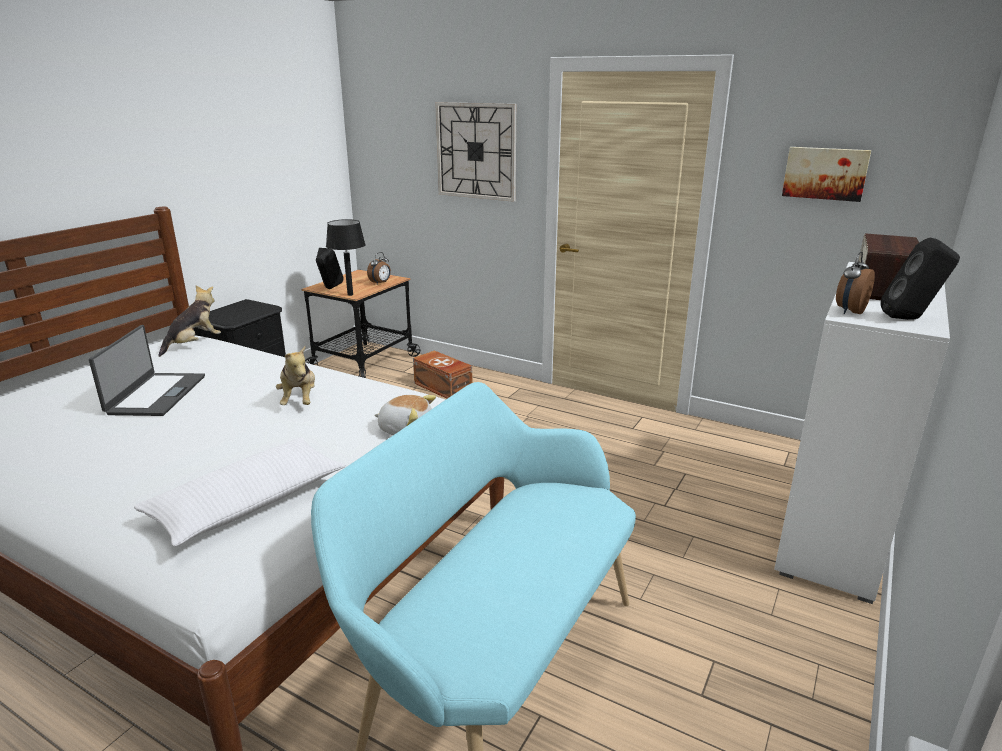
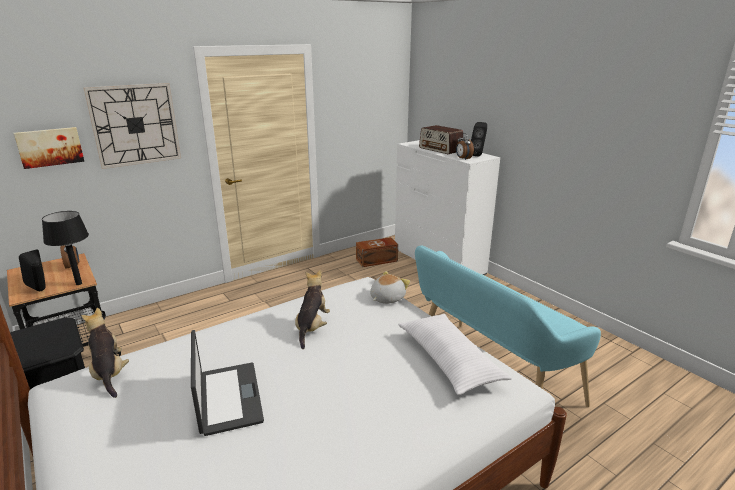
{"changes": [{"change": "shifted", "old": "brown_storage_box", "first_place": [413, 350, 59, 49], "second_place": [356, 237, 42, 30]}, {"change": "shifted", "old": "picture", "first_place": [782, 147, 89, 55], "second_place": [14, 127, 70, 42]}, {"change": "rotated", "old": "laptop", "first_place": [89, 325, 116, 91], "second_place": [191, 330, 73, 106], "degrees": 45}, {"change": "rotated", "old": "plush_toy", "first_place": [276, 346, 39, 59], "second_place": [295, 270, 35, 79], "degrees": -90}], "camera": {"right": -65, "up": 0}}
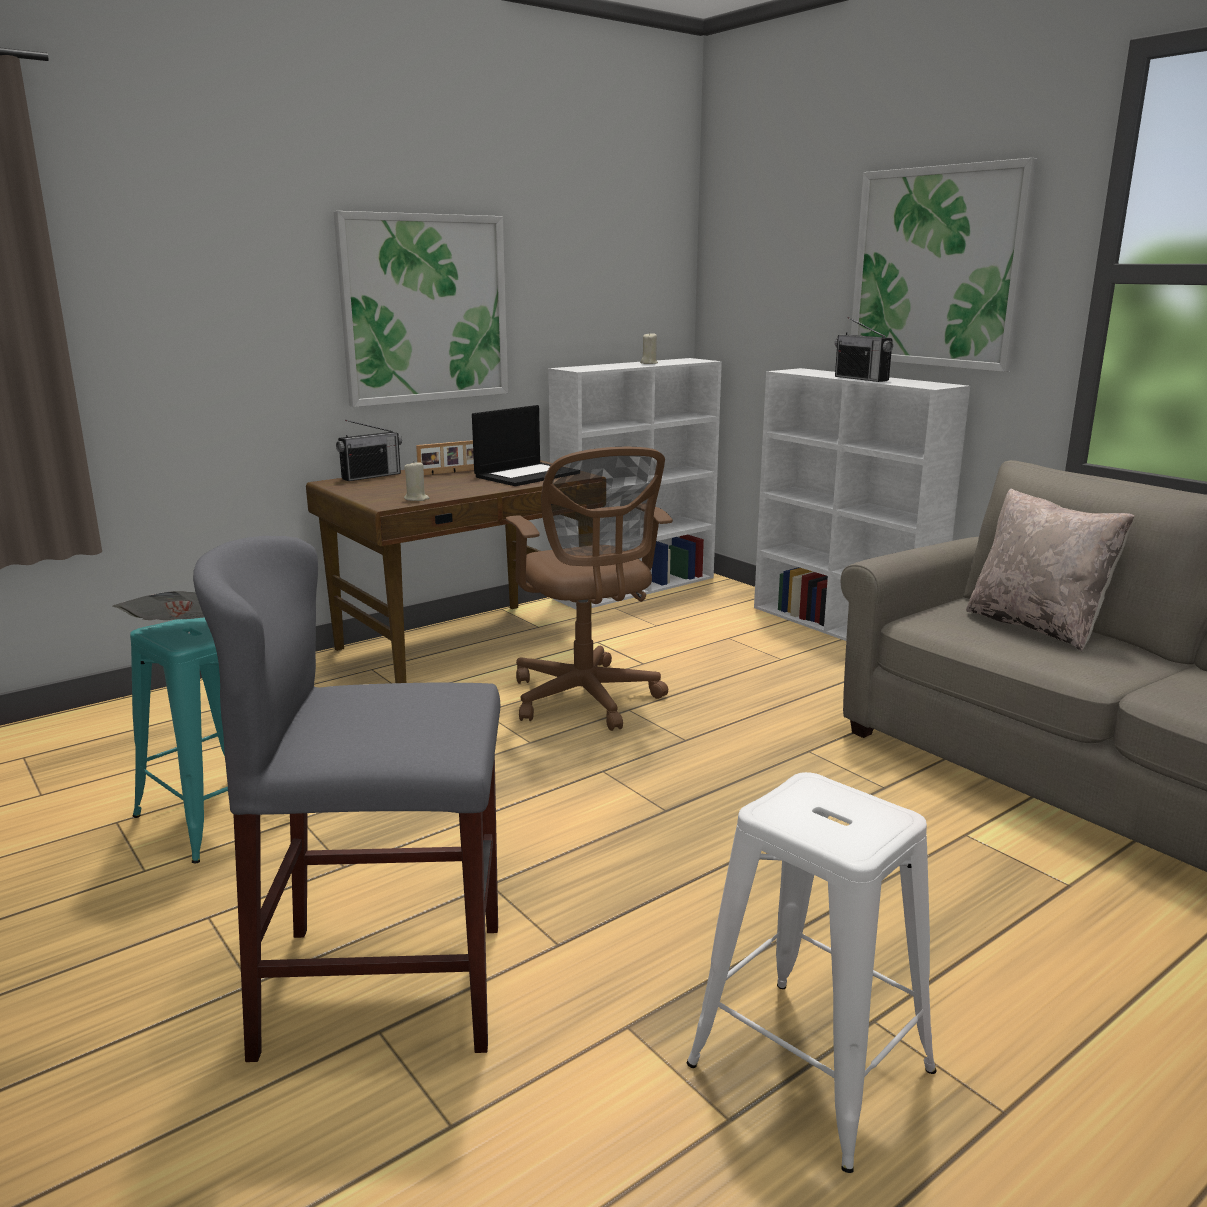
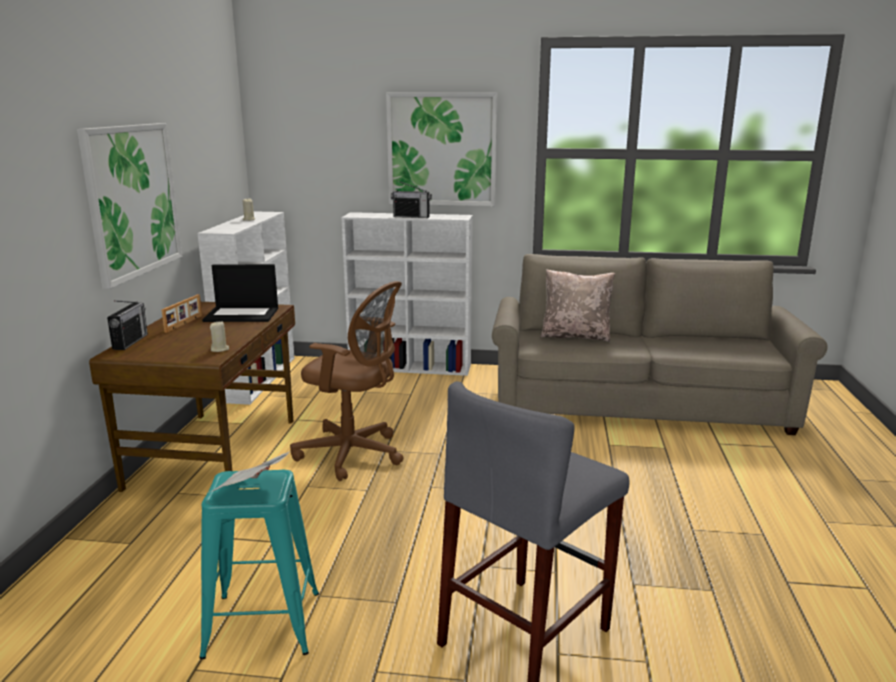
{"changes": [{"change": "gone", "old": "white_stool", "first_place": [687, 772, 250, 401]}, {"change": "rotated", "old": "laptop", "first_place": [472, 405, 96, 81], "second_place": [202, 264, 76, 58], "degrees": 90}], "camera": {"right": -45, "up": 0}}
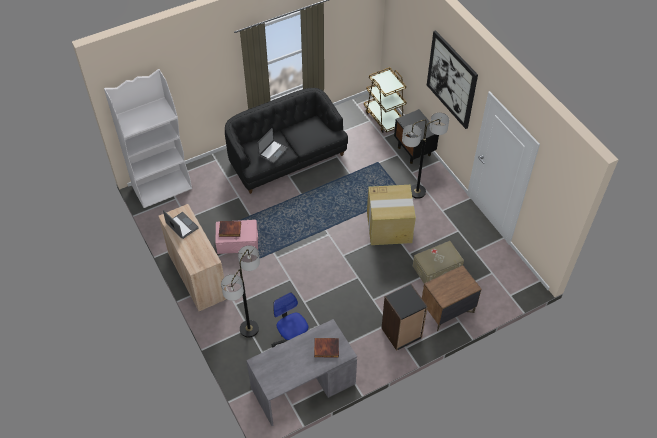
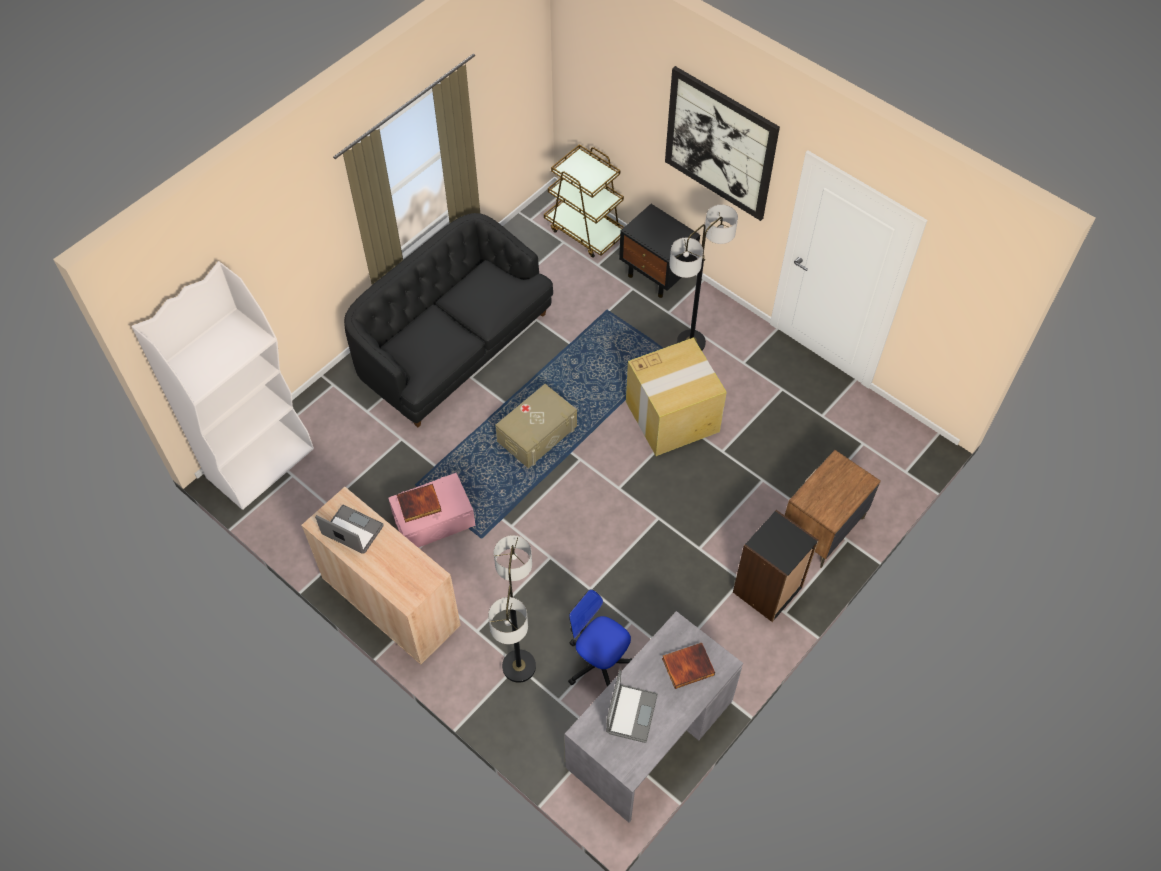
{"changes": [{"change": "shifted", "old": "laptop", "first_place": [258, 128, 30, 35], "second_place": [606, 670, 52, 73]}, {"change": "shifted", "old": "beige_storage_box", "first_place": [413, 241, 51, 42], "second_place": [495, 384, 82, 84]}], "camera": {"right": -20, "up": 5}}
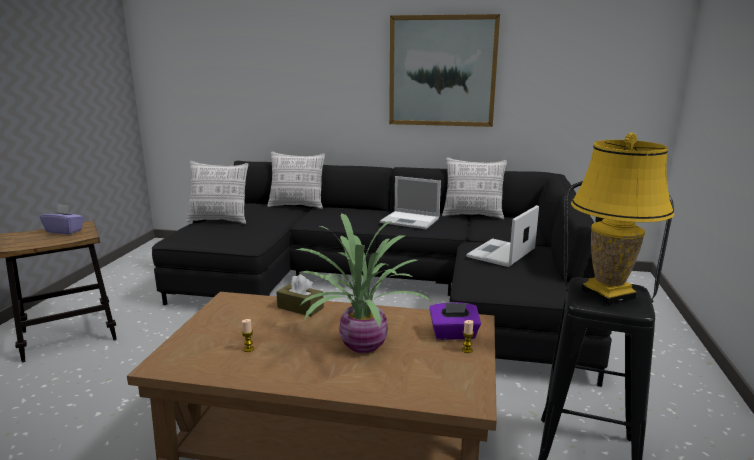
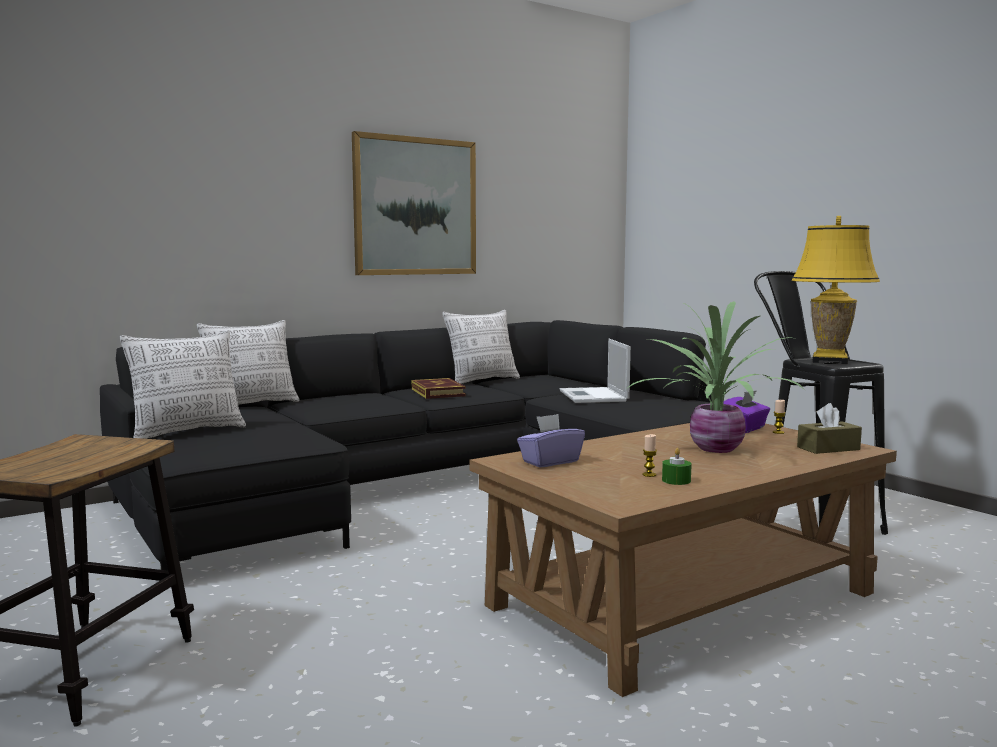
{"changes": [{"change": "new", "new": "green_candle", "second_place": [662, 448, 30, 37]}, {"change": "shifted", "old": "purple_tissue_box", "first_place": [40, 204, 44, 30], "second_place": [517, 414, 68, 54]}, {"change": "shifted", "old": "brown_tissue_box", "first_place": [276, 274, 48, 43], "second_place": [797, 403, 65, 51]}, {"change": "swapped", "old": "laptop", "new": "book", "first_place": [380, 176, 61, 53], "second_place": [412, 378, 54, 21]}], "camera": {"right": -45, "up": -10}}
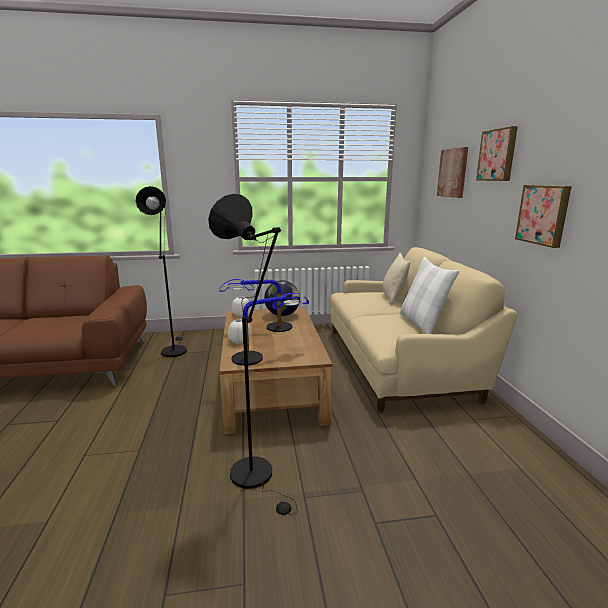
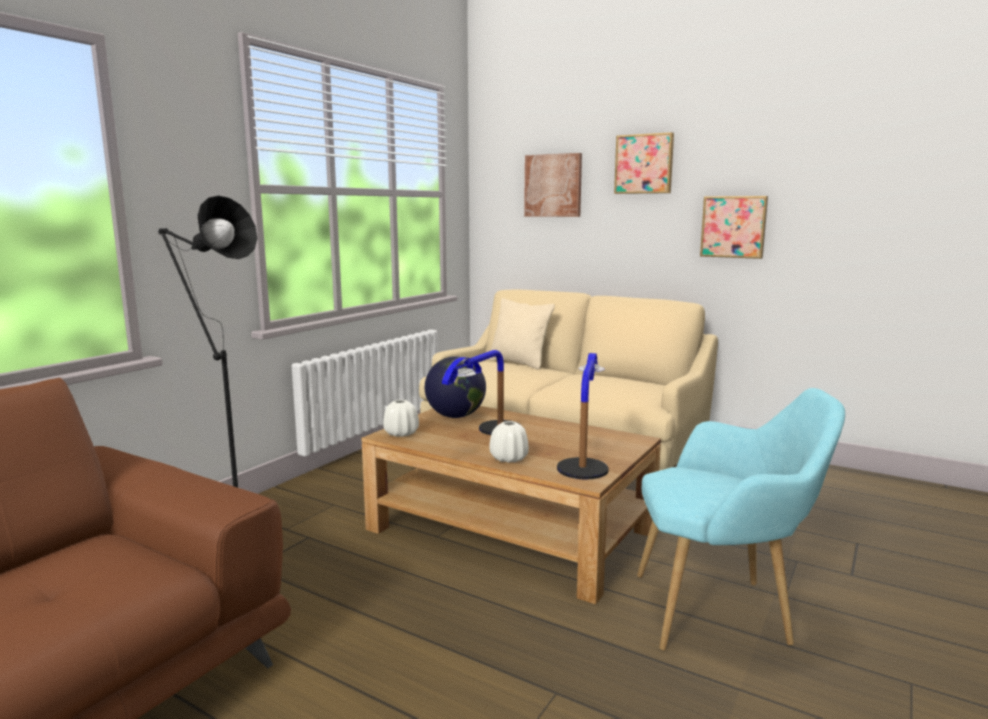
{"changes": [{"change": "gone", "old": "white_pillow", "first_place": [400, 257, 59, 77]}, {"change": "swapped", "old": "black_floor_lamp", "new": "turquoise_armchair", "first_place": [208, 194, 90, 321], "second_place": [637, 388, 208, 263]}], "camera": {"right": -50, "up": -5}}
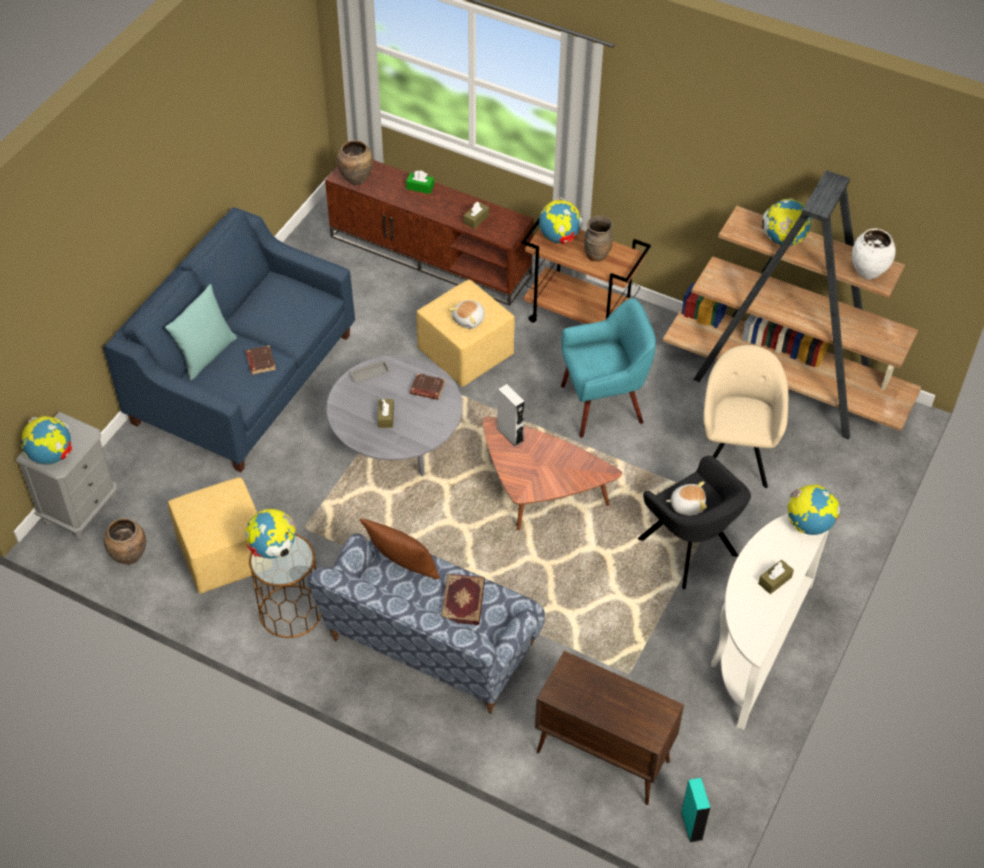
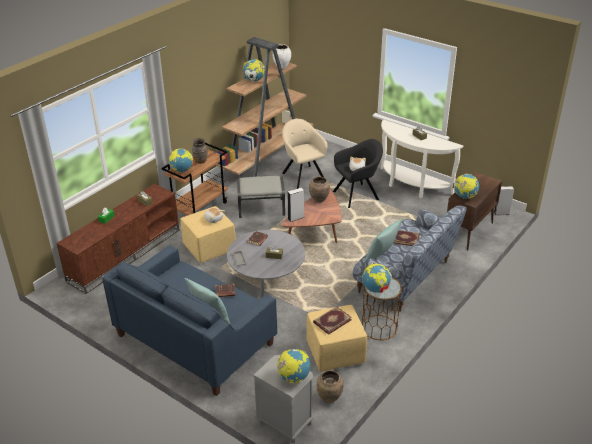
{"changes": [{"change": "new", "new": "book", "second_place": [313, 306, 39, 29]}, {"change": "shifted", "old": "brown_vase", "first_place": [337, 140, 36, 45], "second_place": [309, 177, 21, 26]}, {"change": "shifted", "old": "globe", "first_place": [788, 484, 52, 51], "second_place": [453, 174, 26, 25]}, {"change": "swapped", "old": "turquoise_armchair", "new": "grey_ottoman", "first_place": [561, 298, 95, 140], "second_place": [237, 176, 48, 42]}, {"change": "repainted", "old": "brown_pillow", "new": "turquoise_pillow", "first_place": [360, 518, 80, 61], "second_place": [364, 219, 38, 45]}, {"change": "repainted", "old": "turquoise_speaker", "new": "grey_speaker", "first_place": [681, 778, 30, 64], "second_place": [494, 186, 20, 29]}, {"change": "rotated", "old": "beige_armchair", "first_place": [703, 345, 85, 143], "second_place": [282, 119, 46, 70], "degrees": 45}], "camera": {"right": -80, "up": -15}}
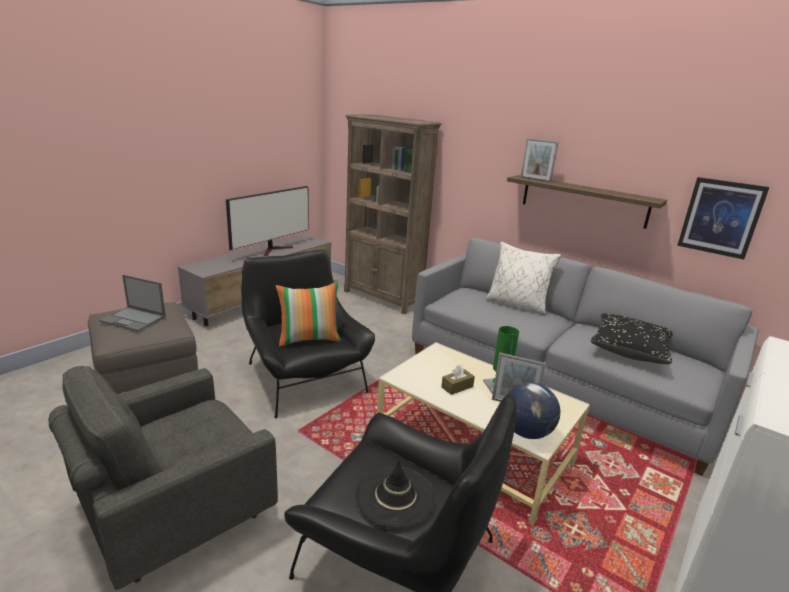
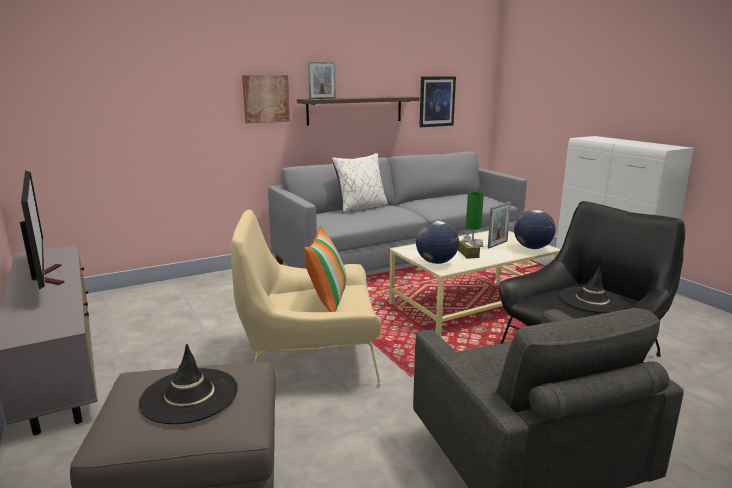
{"changes": [{"change": "gone", "old": "brown_bookcase", "first_place": [344, 114, 98, 201]}, {"change": "gone", "old": "black_pillow", "first_place": [591, 314, 82, 50]}, {"change": "new", "new": "picture", "second_place": [242, 75, 48, 48]}, {"change": "new", "new": "globe", "second_place": [416, 221, 43, 43]}, {"change": "swapped", "old": "laptop", "new": "black_hat", "first_place": [99, 275, 67, 57], "second_place": [139, 344, 99, 80]}, {"change": "repainted", "old": "black_armchair", "new": "beige_armchair", "first_place": [241, 250, 134, 168], "second_place": [231, 210, 150, 177]}], "camera": {"right": -65, "up": -5}}
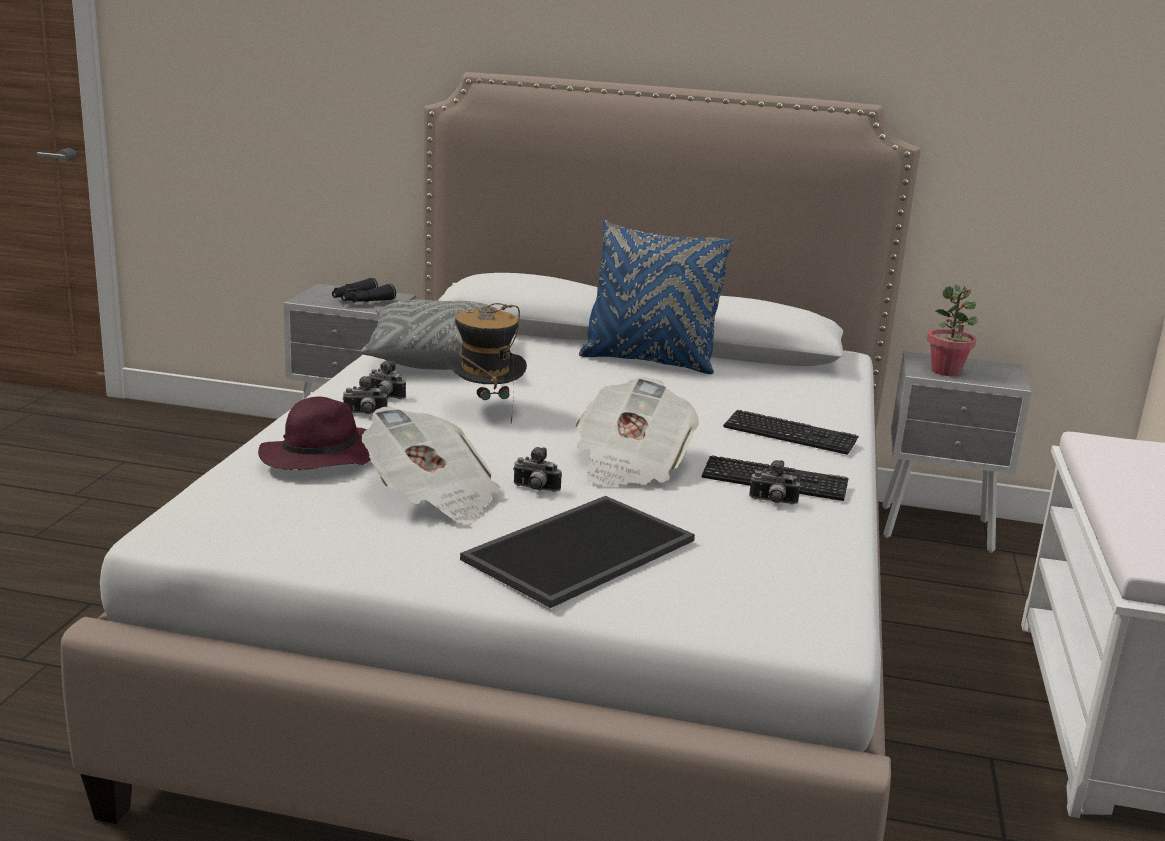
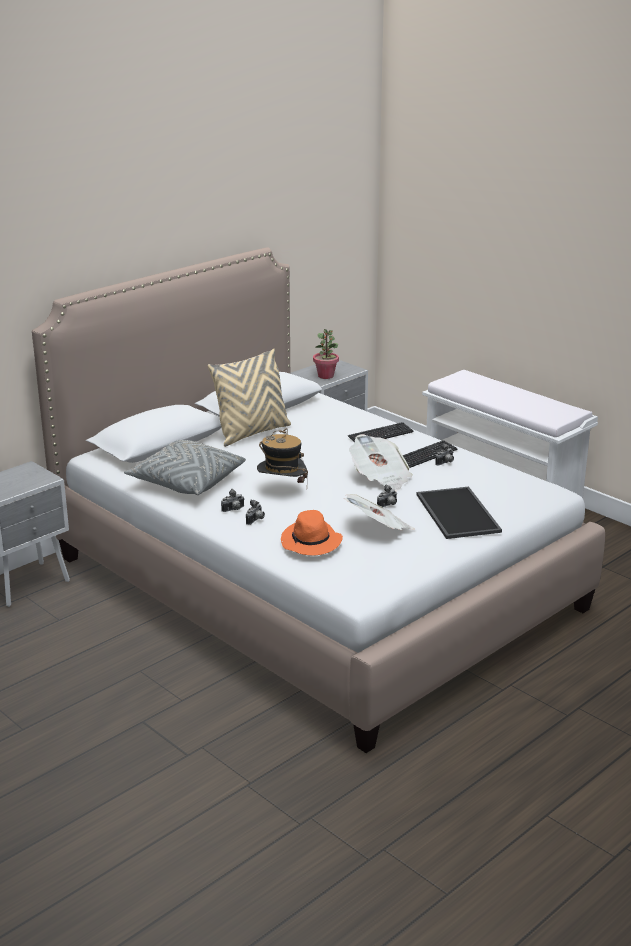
{"changes": [{"change": "gone", "old": "black_binoculars", "first_place": [332, 278, 64, 24]}, {"change": "repainted", "old": "purple_hat", "new": "orange_hat", "first_place": [258, 397, 113, 73], "second_place": [281, 510, 62, 45]}, {"change": "repainted", "old": "blue_pillow", "new": "beige_pillow", "first_place": [579, 220, 156, 154], "second_place": [208, 349, 83, 98]}], "camera": {"right": -55, "up": 5}}
